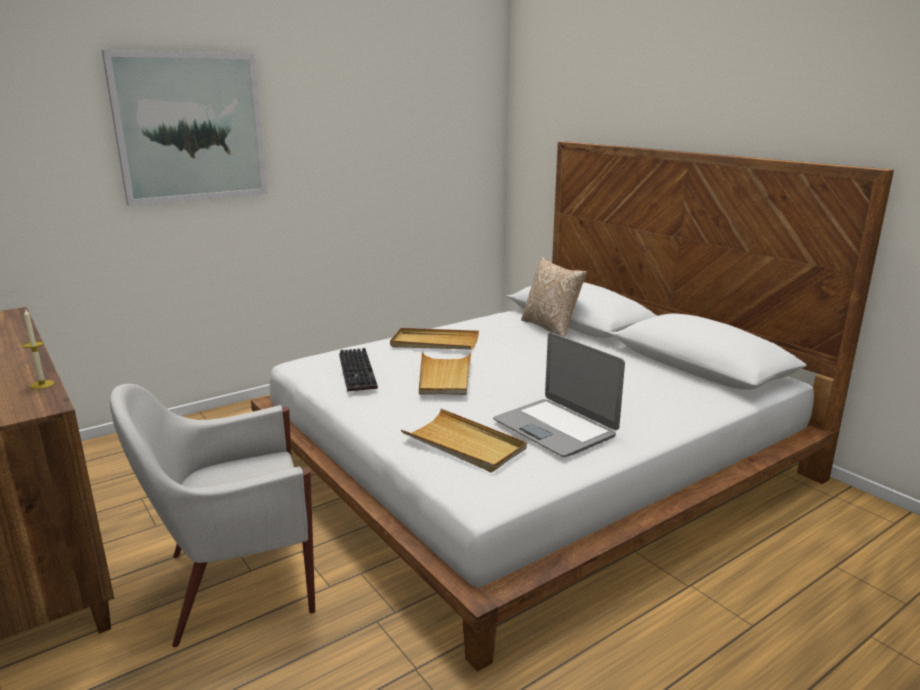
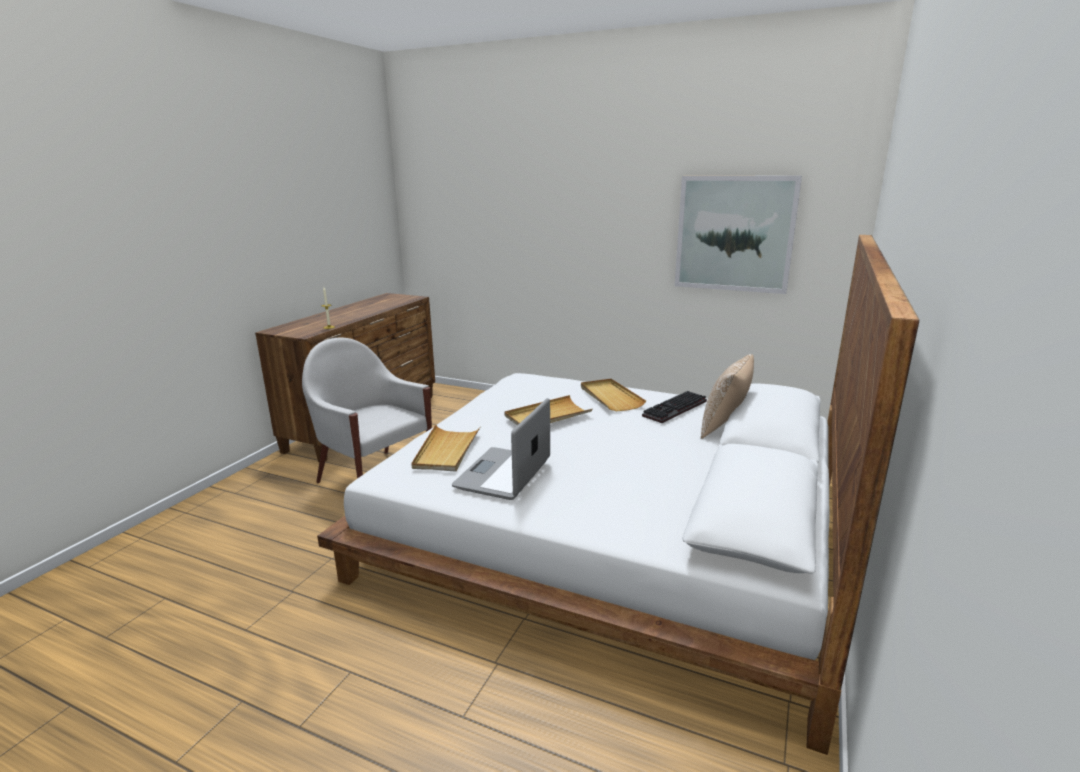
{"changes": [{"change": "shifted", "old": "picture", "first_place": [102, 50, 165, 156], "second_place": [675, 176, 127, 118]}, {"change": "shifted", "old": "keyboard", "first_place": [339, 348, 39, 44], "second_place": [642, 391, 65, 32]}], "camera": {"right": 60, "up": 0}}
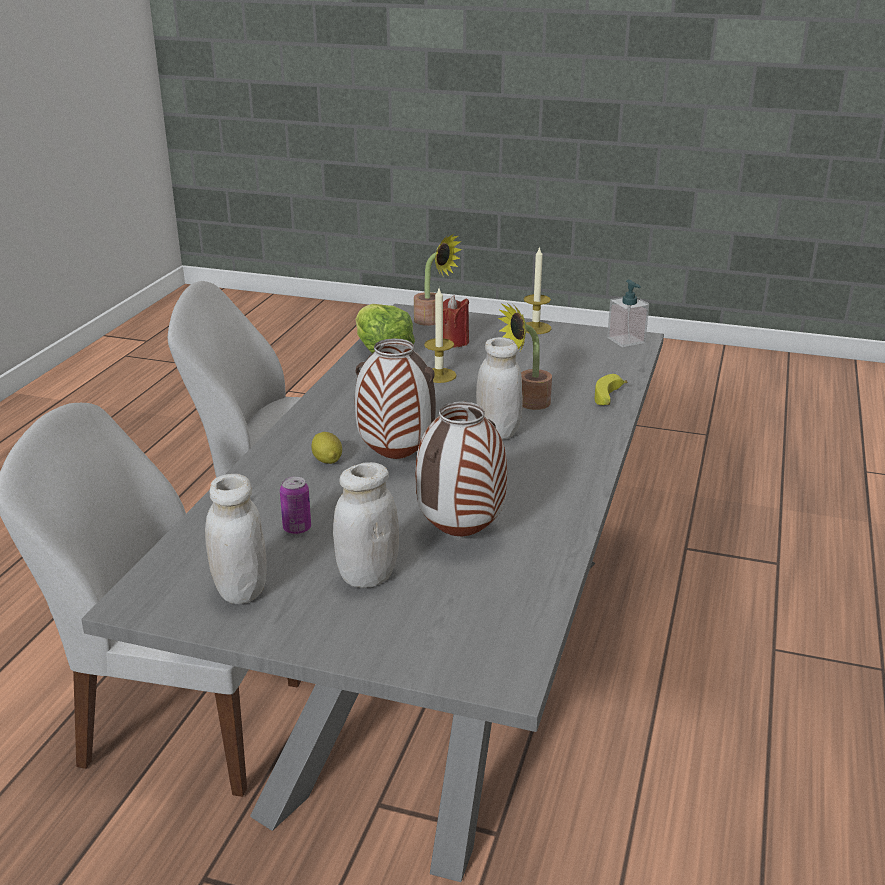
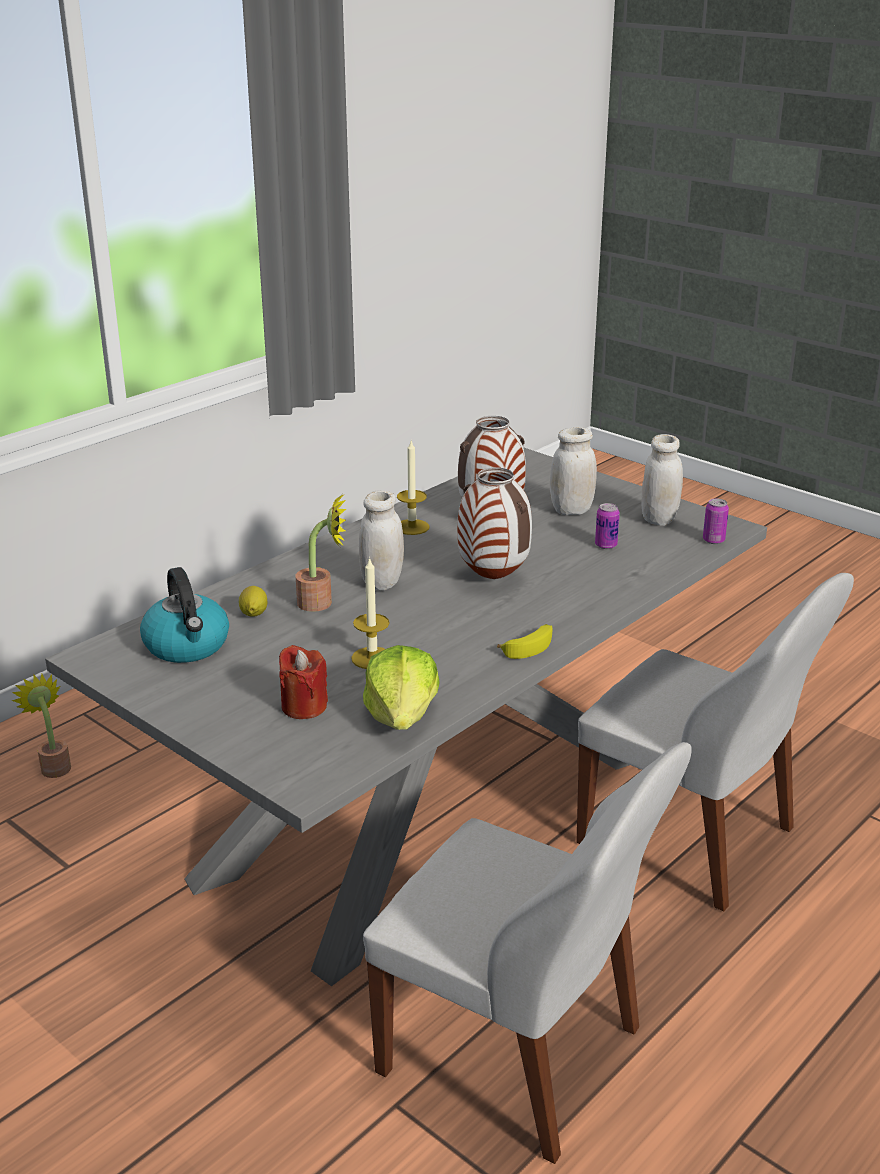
{"changes": [{"change": "gone", "old": "soap_dispenser", "first_place": [607, 280, 42, 67]}, {"change": "new", "new": "kettle", "second_place": [140, 567, 89, 96]}, {"change": "new", "new": "can", "second_place": [703, 499, 26, 45]}, {"change": "shifted", "old": "lemon", "first_place": [312, 432, 30, 32], "second_place": [238, 586, 29, 31]}, {"change": "shifted", "old": "potted_plant", "first_place": [414, 233, 48, 93], "second_place": [12, 674, 59, 104]}, {"change": "shifted", "old": "candle", "first_place": [524, 246, 28, 88], "second_place": [397, 441, 32, 94]}, {"change": "shifted", "old": "banana", "first_place": [595, 374, 32, 31], "second_place": [497, 624, 55, 35]}], "camera": {"right": -155, "up": 0}}
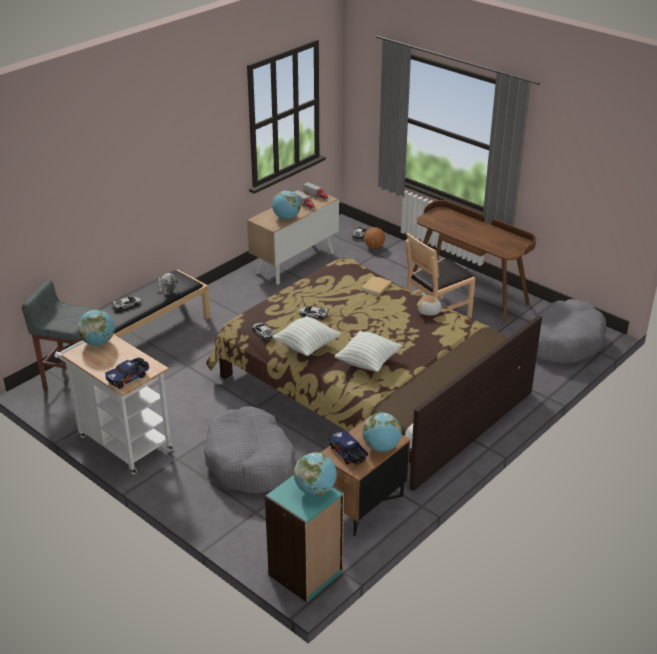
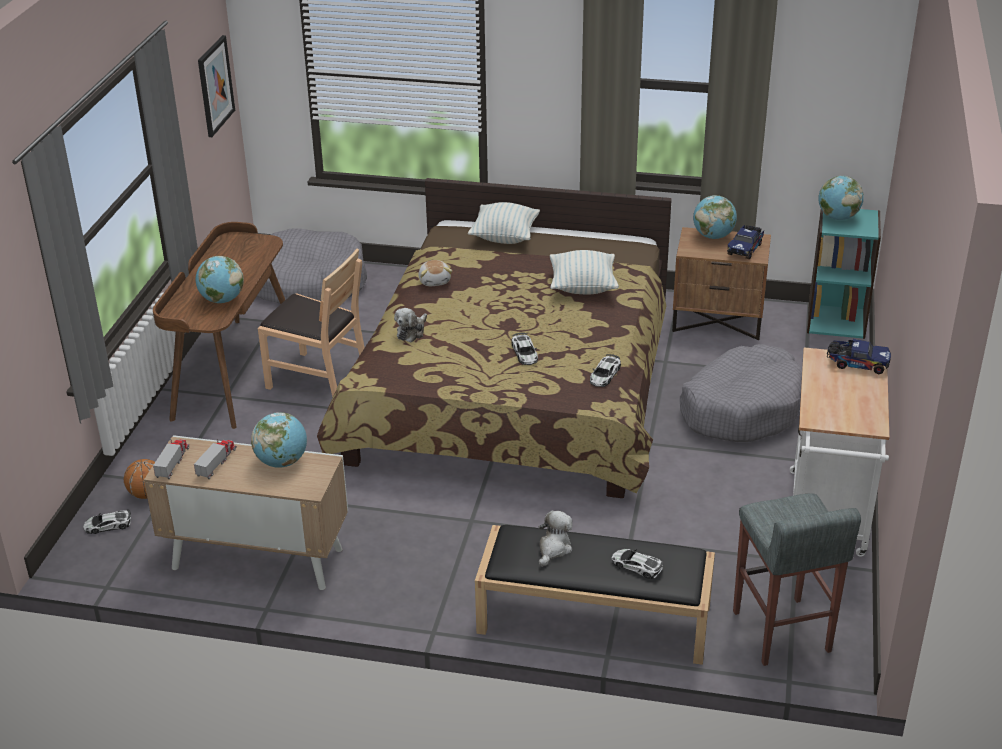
{"changes": [{"change": "new", "new": "picture", "second_place": [198, 35, 37, 102]}, {"change": "shifted", "old": "globe", "first_place": [78, 309, 36, 37], "second_place": [195, 256, 49, 47]}, {"change": "shifted", "old": "pillow", "first_place": [272, 316, 69, 40], "second_place": [468, 202, 72, 42]}, {"change": "swapped", "old": "beige_book", "new": "plush_toy", "first_place": [361, 276, 31, 20], "second_place": [394, 308, 33, 34]}], "camera": {"right": -120, "up": 0}}
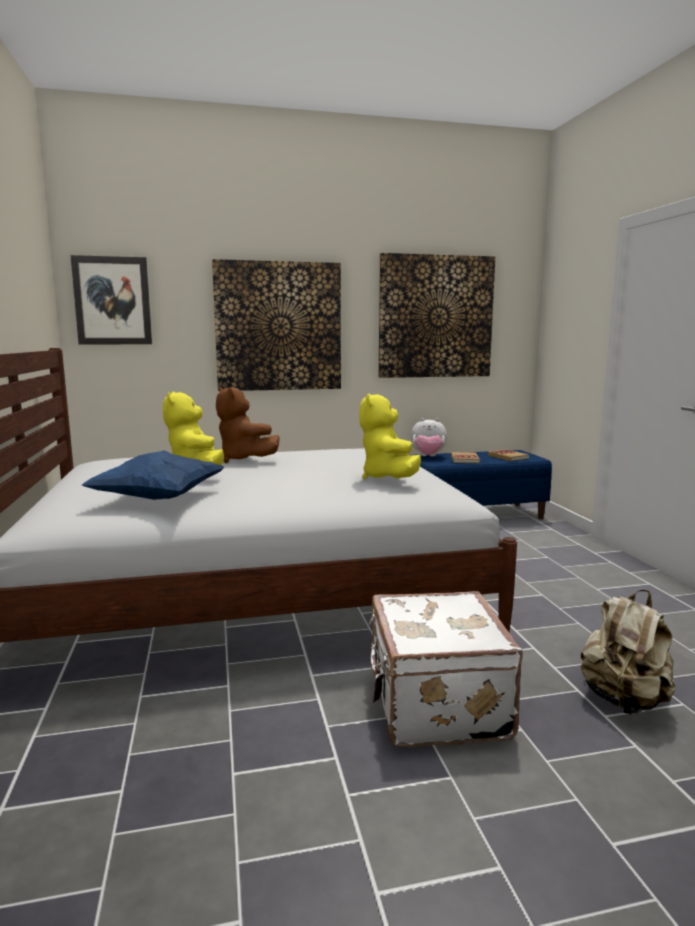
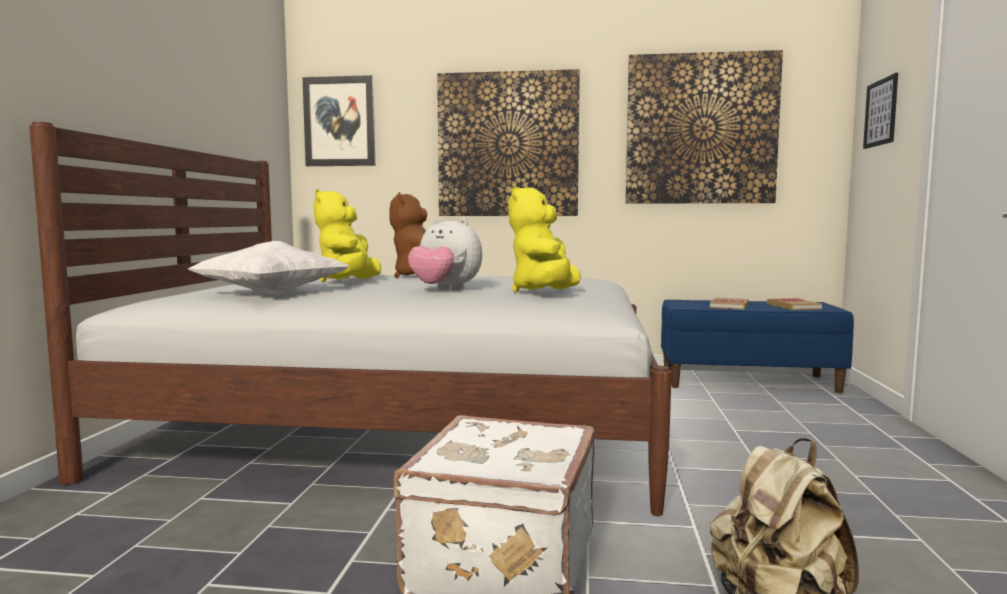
{"changes": [{"change": "new", "new": "picture", "second_place": [863, 73, 35, 76]}, {"change": "shifted", "old": "plush_toy", "first_place": [411, 418, 36, 38], "second_place": [408, 218, 74, 72]}, {"change": "repainted", "old": "blue_pillow", "new": "white_pillow", "first_place": [82, 450, 143, 50], "second_place": [188, 241, 161, 53]}], "camera": {"right": 20, "up": -5}}
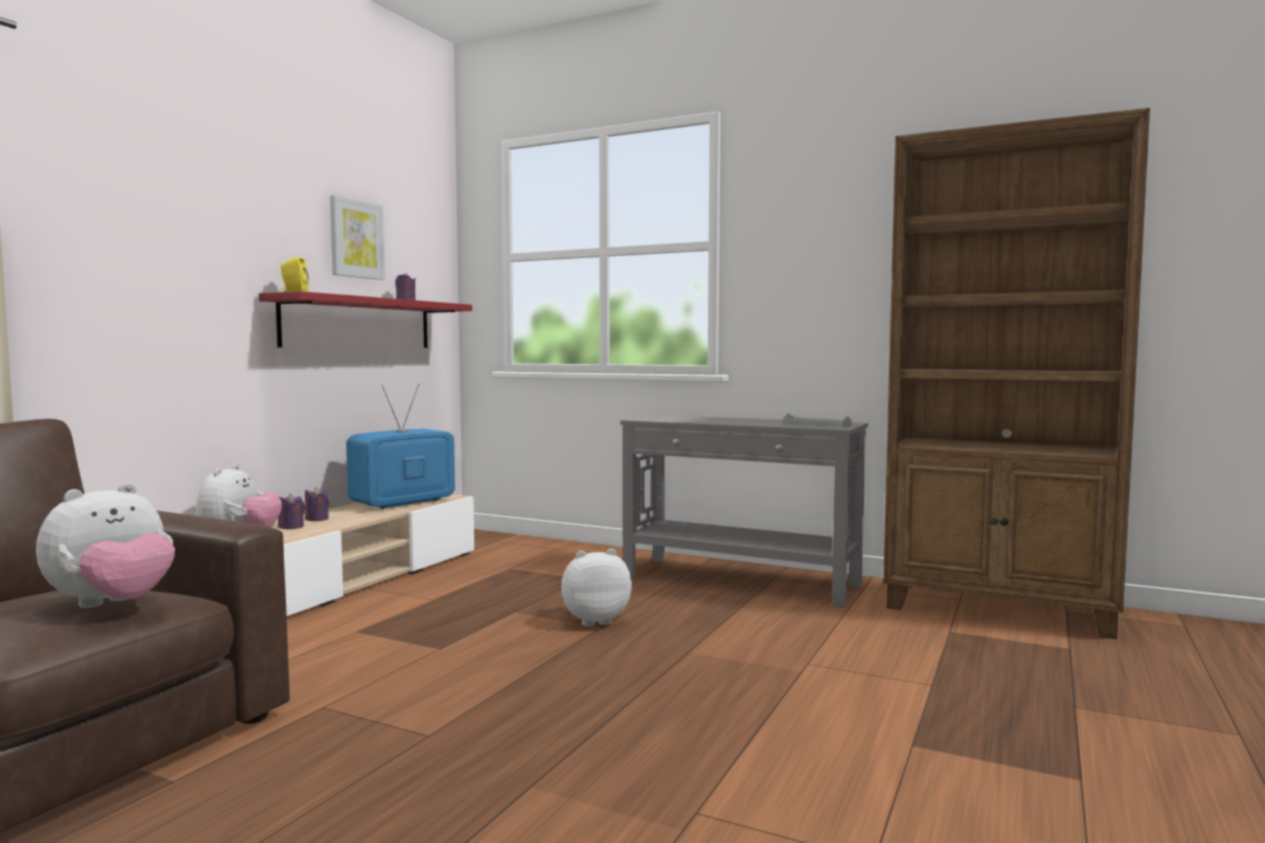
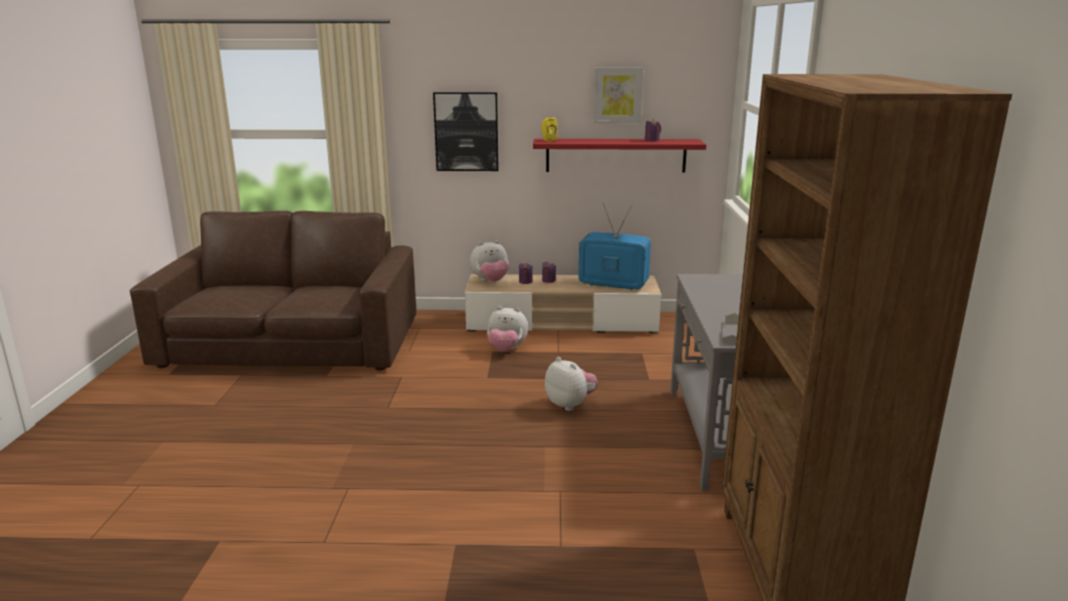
{"changes": [{"change": "new", "new": "picture", "second_place": [433, 92, 66, 79]}, {"change": "shifted", "old": "plush_toy", "first_place": [36, 483, 139, 125], "second_place": [487, 306, 41, 46]}], "camera": {"right": 65, "up": 15}}
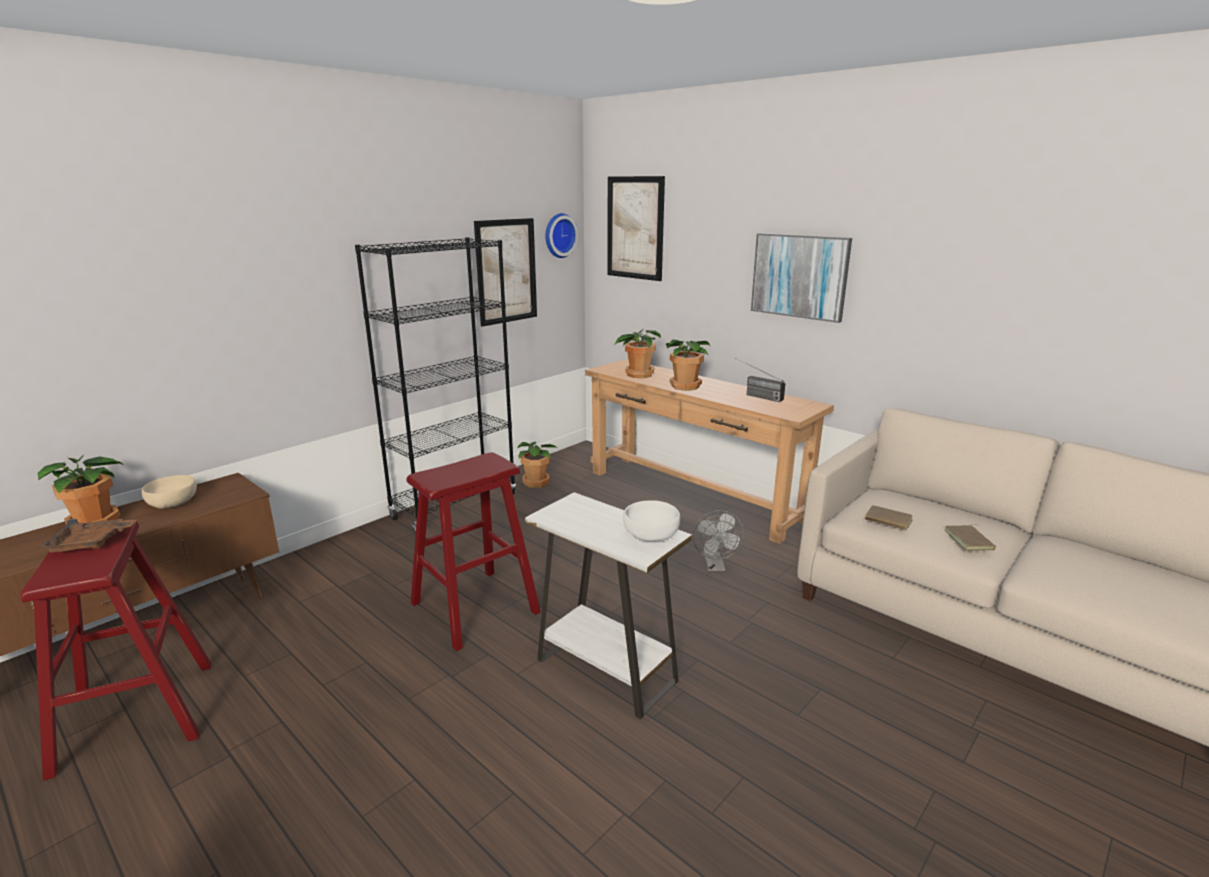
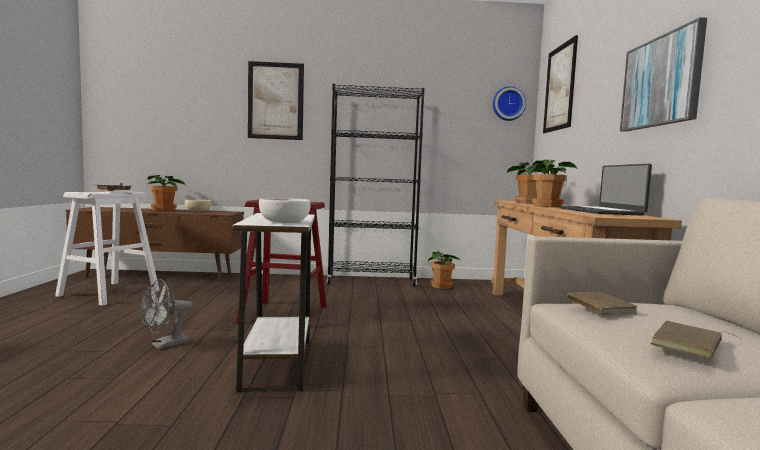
{"changes": [{"change": "shifted", "old": "picture", "first_place": [474, 218, 63, 109], "second_place": [248, 61, 56, 79]}, {"change": "shifted", "old": "grey_fan", "first_place": [693, 510, 51, 61], "second_place": [141, 279, 52, 70]}, {"change": "swapped", "old": "radio", "new": "laptop", "first_place": [735, 358, 51, 44], "second_place": [560, 164, 92, 52]}, {"change": "repainted", "old": "red_stool", "new": "white_stool", "first_place": [21, 521, 191, 259], "second_place": [55, 191, 105, 115]}], "camera": {"right": 45, "up": -15}}
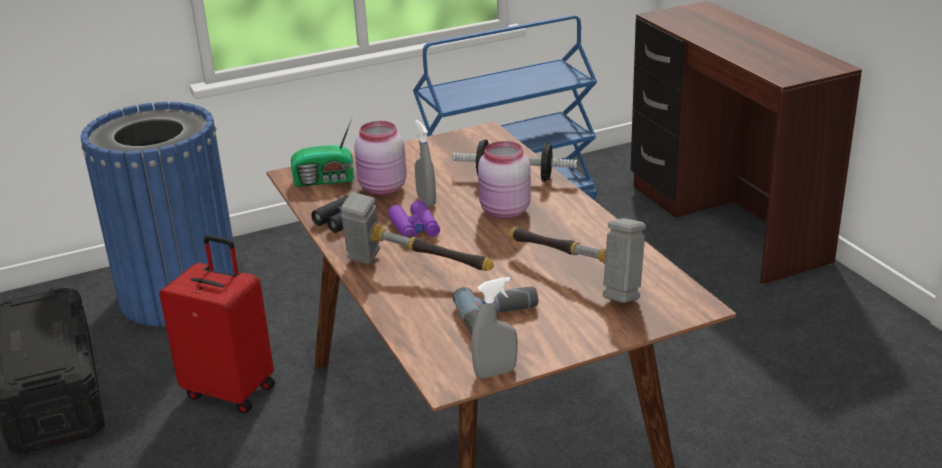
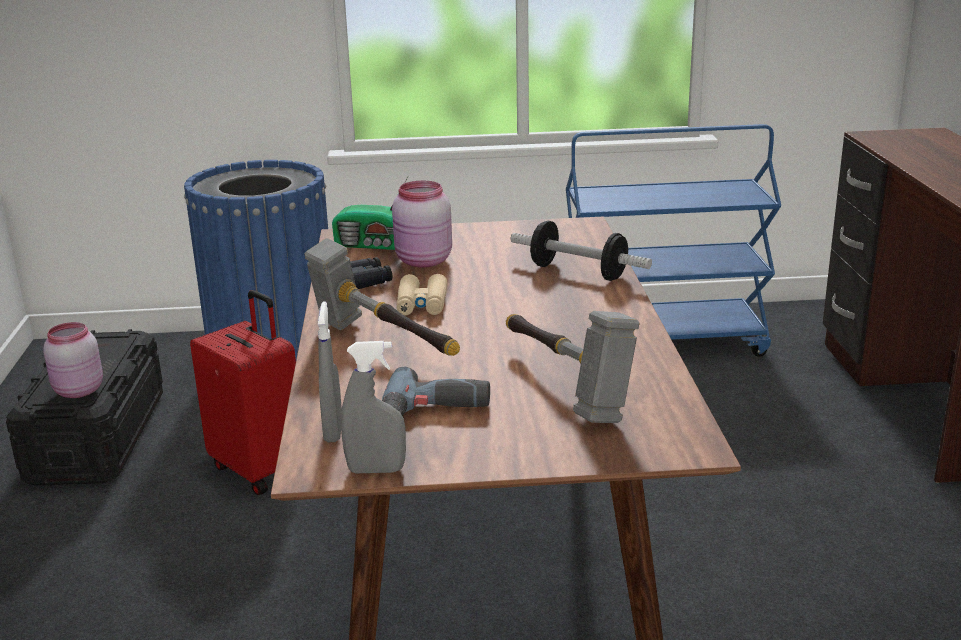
{"changes": [{"change": "shifted", "old": "grey_spray_bottle", "first_place": [415, 120, 21, 87], "second_place": [318, 301, 24, 141]}, {"change": "shifted", "old": "pink_jar", "first_place": [478, 141, 53, 78], "second_place": [43, 322, 60, 76]}, {"change": "repainted", "old": "purple_binoculars", "new": "beige_binoculars", "first_place": [388, 201, 52, 37], "second_place": [396, 274, 52, 41]}], "camera": {"right": 20, "up": -5}}
